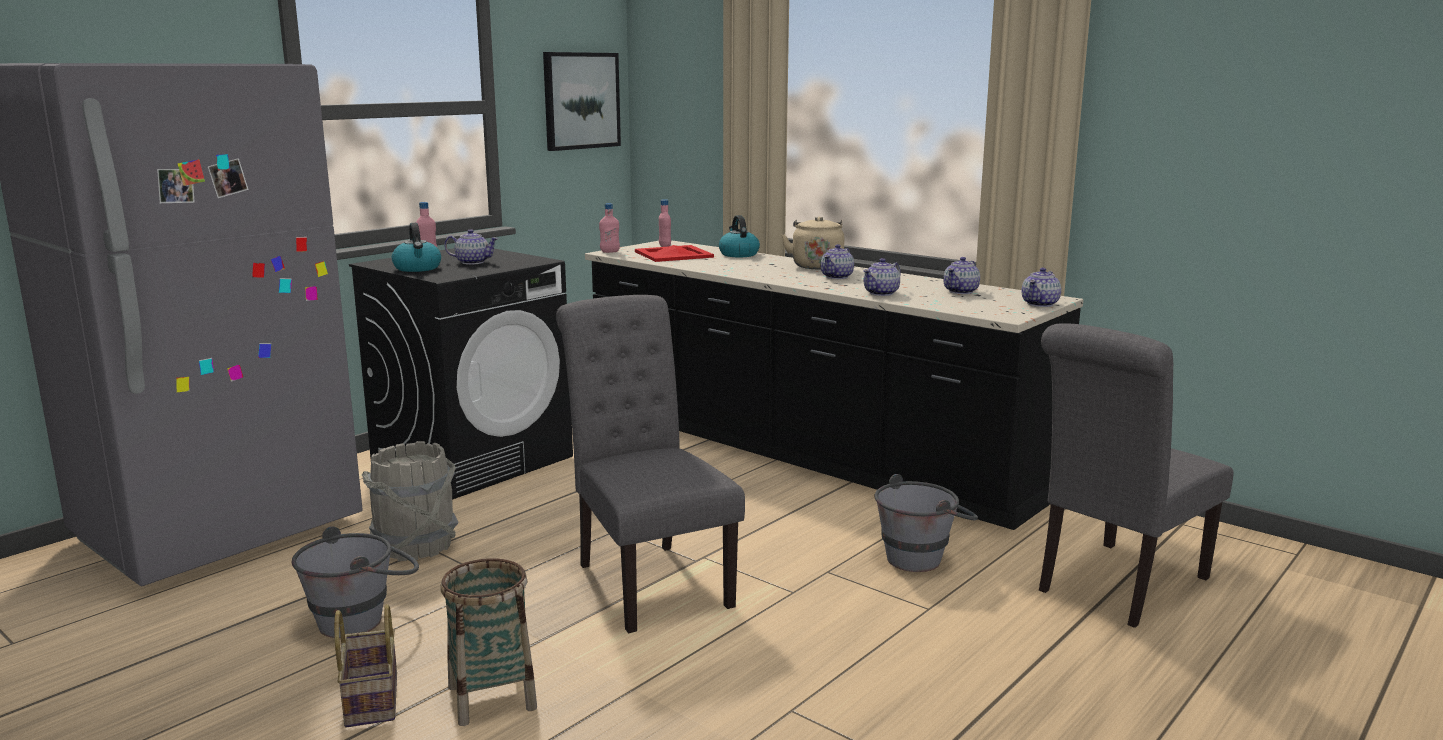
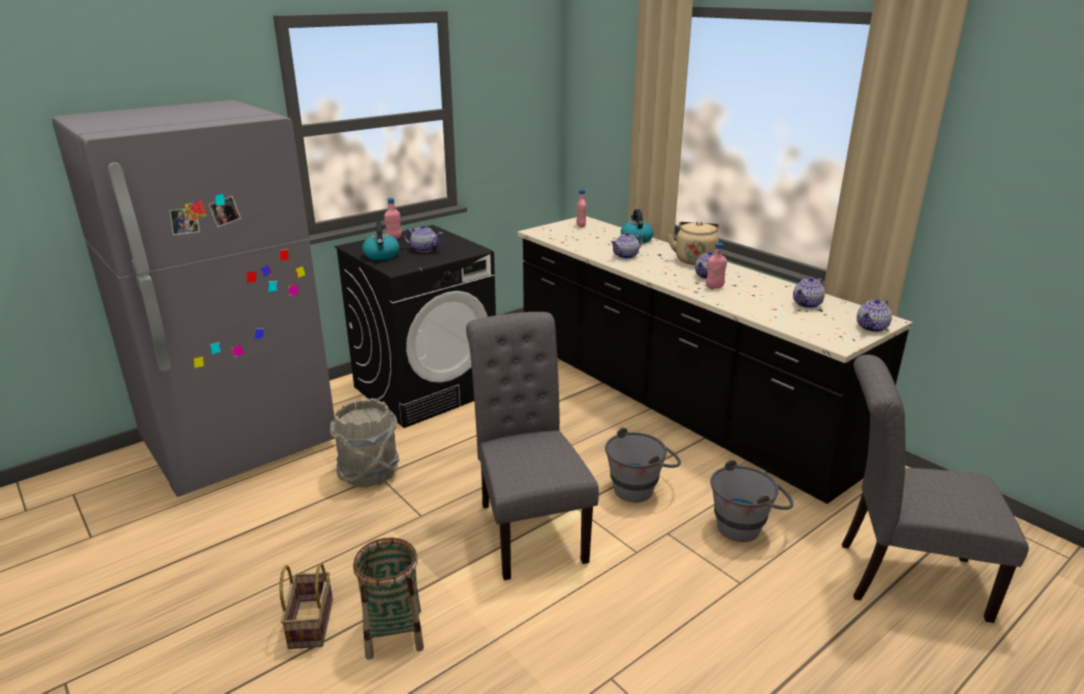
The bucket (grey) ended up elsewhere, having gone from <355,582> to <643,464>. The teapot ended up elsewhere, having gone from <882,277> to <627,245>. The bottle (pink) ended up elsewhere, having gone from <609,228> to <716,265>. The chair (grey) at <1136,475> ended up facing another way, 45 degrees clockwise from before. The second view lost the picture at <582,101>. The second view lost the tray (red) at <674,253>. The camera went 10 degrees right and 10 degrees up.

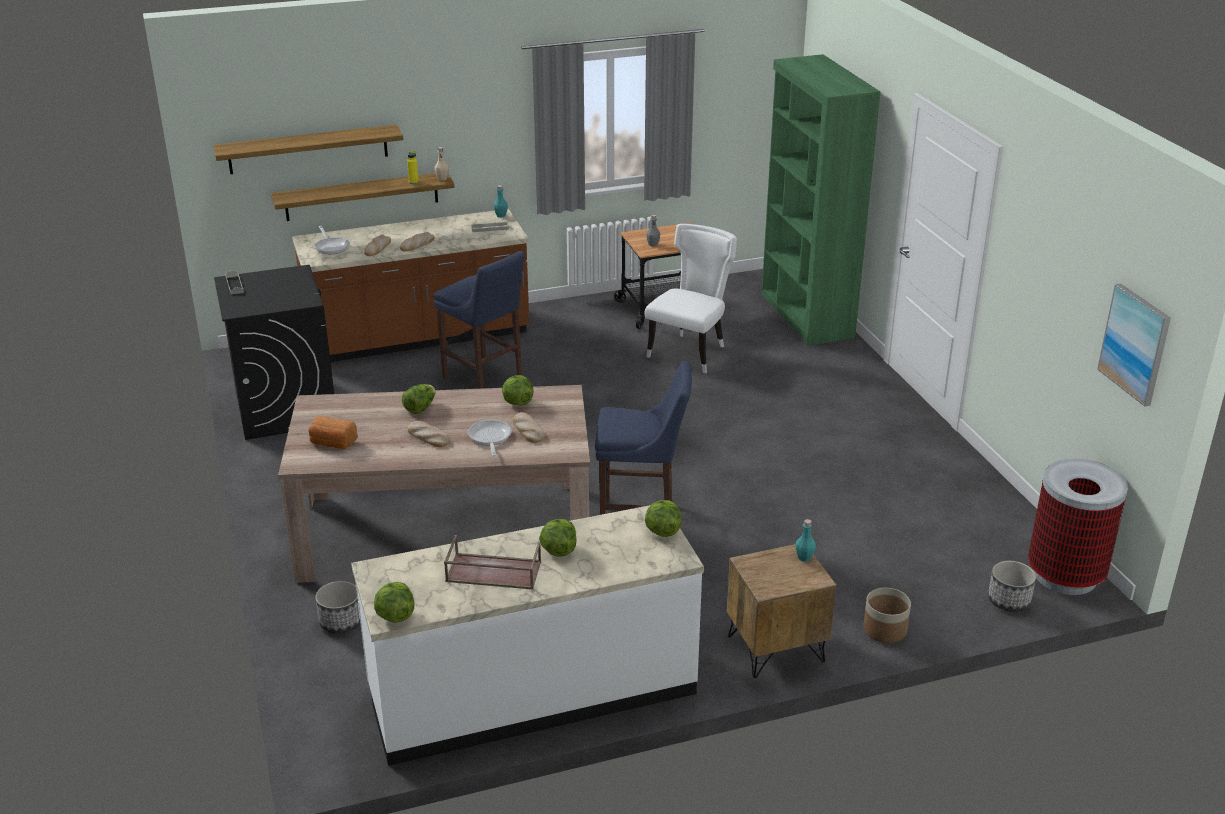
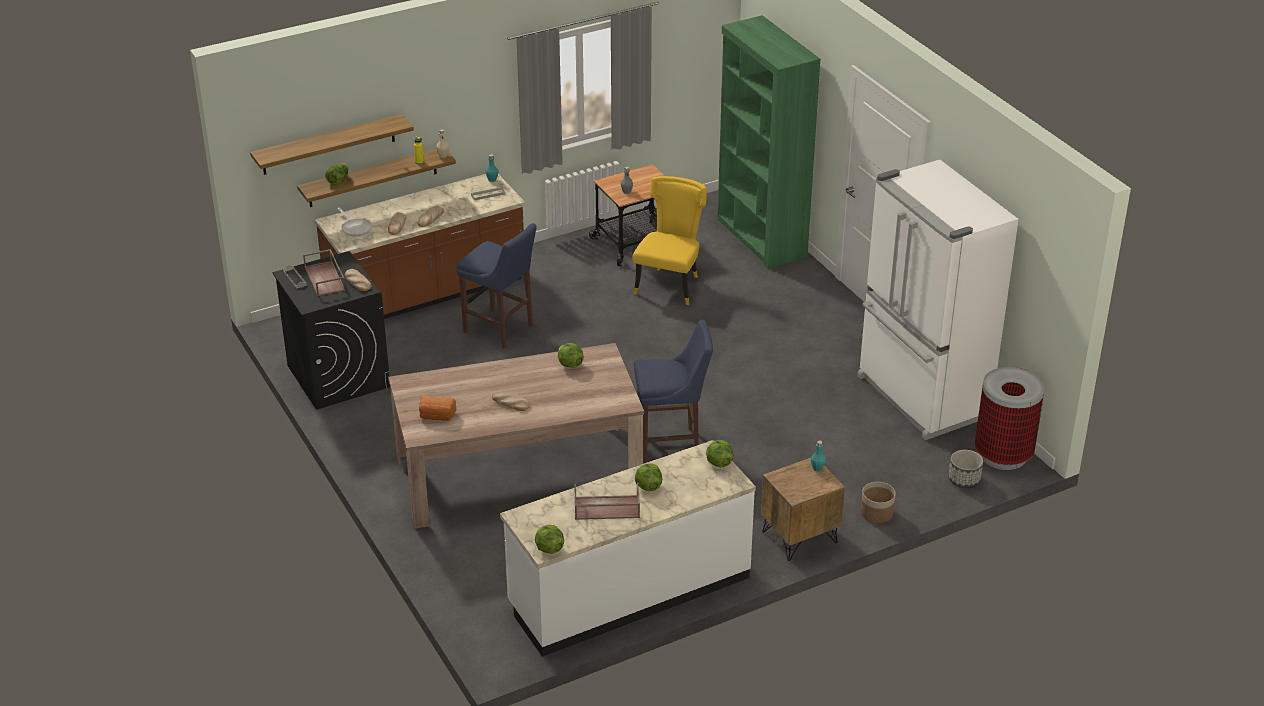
The second view gained the tray (brown) at <324,272>. The lettuce ended up elsewhere, having gone from <419,399> to <336,174>. The bread ended up elsewhere, having gone from <529,427> to <358,280>. What was the chair (white) at <691,298> turned into the chair (yellow) at <669,240>. The second view gained the fridge (white) at <938,300>. The second view lost the planter at <337,607>. The second view lost the frying pan at <490,438>. The second view lost the picture at <1134,345>. The camera went 10 degrees left and 5 degrees up.

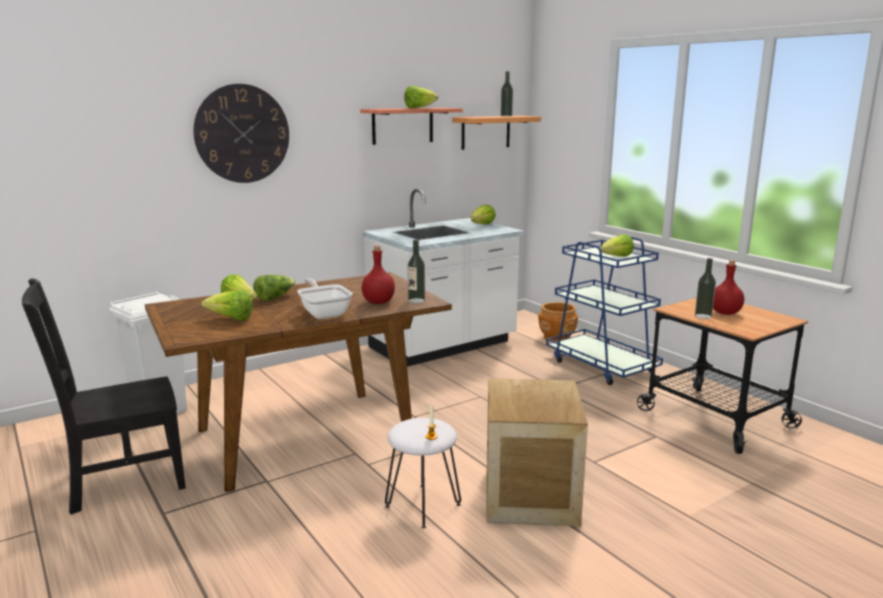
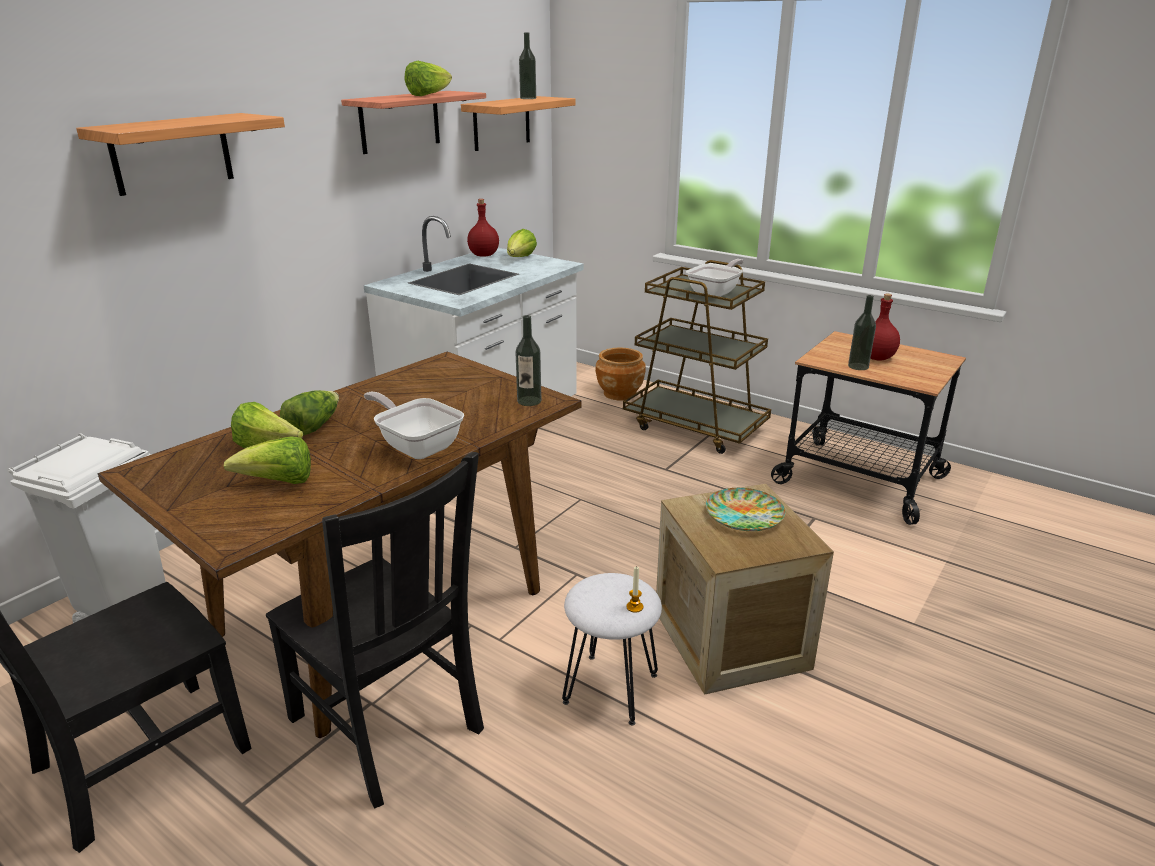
Where the wall clock hung at <241,133>, the shelf came to hang at <180,154>. The second view gained the chair (black) at <375,630>. The bottle (red) ended up elsewhere, having gone from <378,275> to <483,228>. What was the cart (blue) at <604,311> turned into the cart (brown) at <697,357>. Where the lettuce stood at <617,245>, the frying pan came to stand at <715,278>. The second view gained the plate at <745,509>. The camera went 20 degrees left and 10 degrees up.

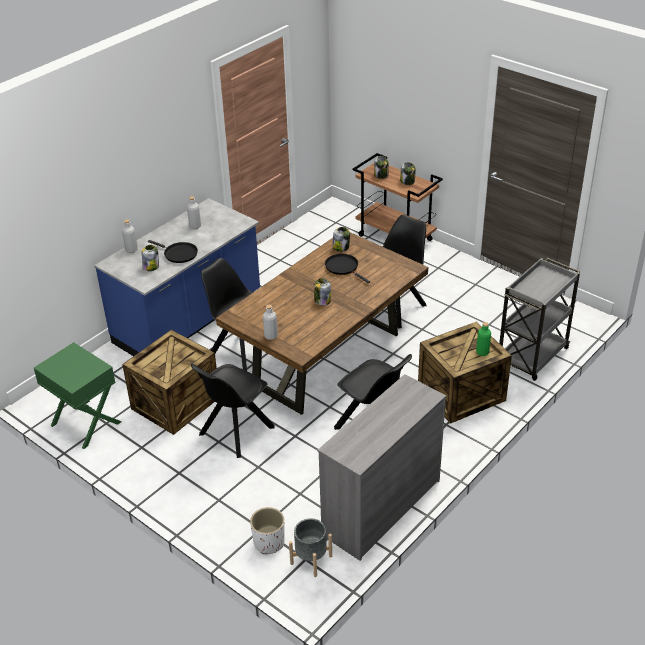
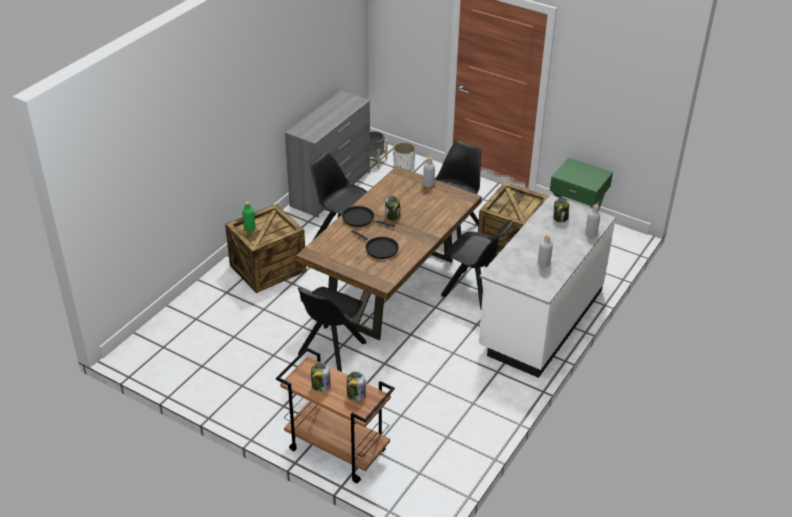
The frying pan (black) ended up elsewhere, having gone from <173,251> to <368,216>. What was the counter (blue) at <177,277> turned into the counter (white) at <547,286>. The second view lost the jar at <341,239>. The second view lost the cart (grey) at <539,319>. The camera went 170 degrees right and 0 degrees up.

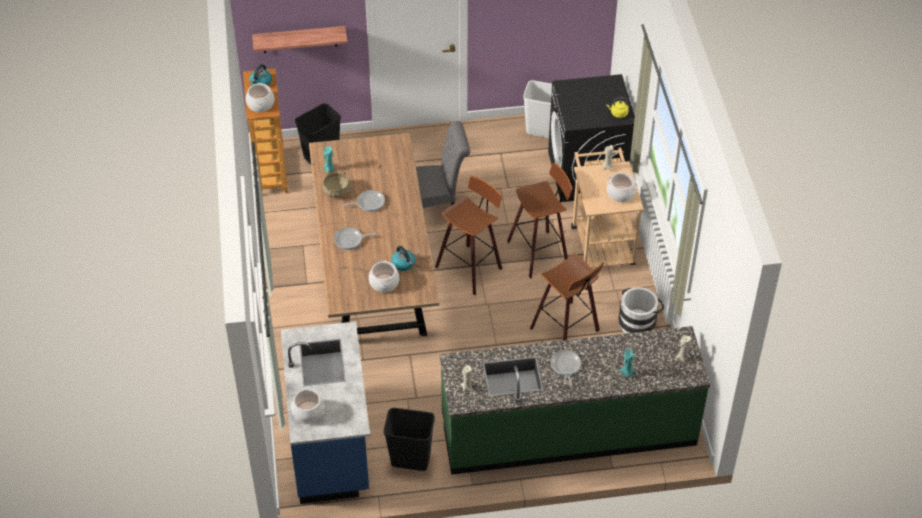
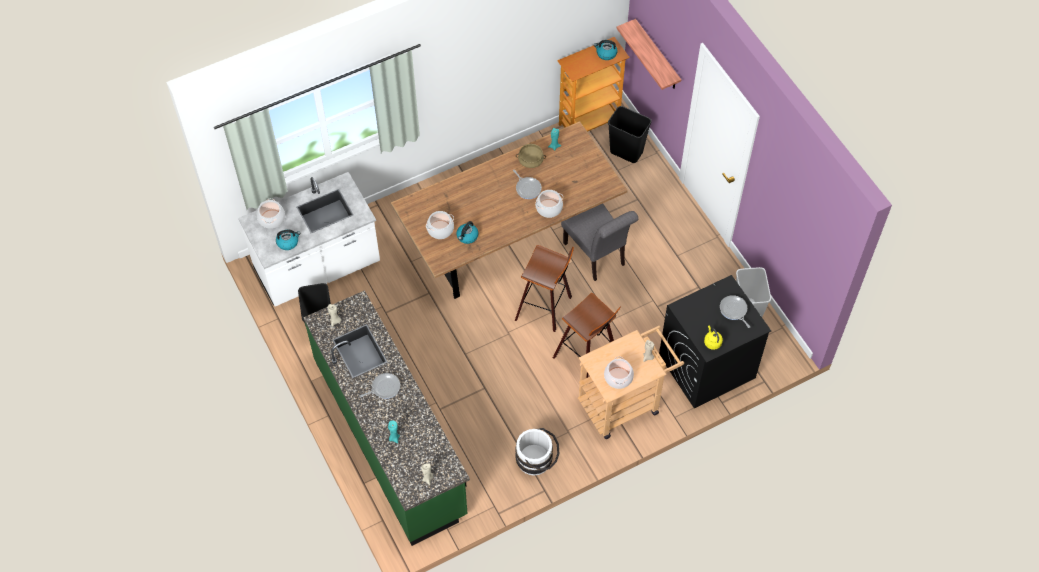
What was the counter (blue) at <325,412> turned into the counter (white) at <309,239>. The second view gained the kettle at <288,240>. The cooking pot ended up elsewhere, having gone from <260,97> to <549,204>. The frying pan ended up elsewhere, having gone from <355,238> to <735,311>. The second view lost the stool at <567,296>. The camera went 70 degrees right and 10 degrees up.

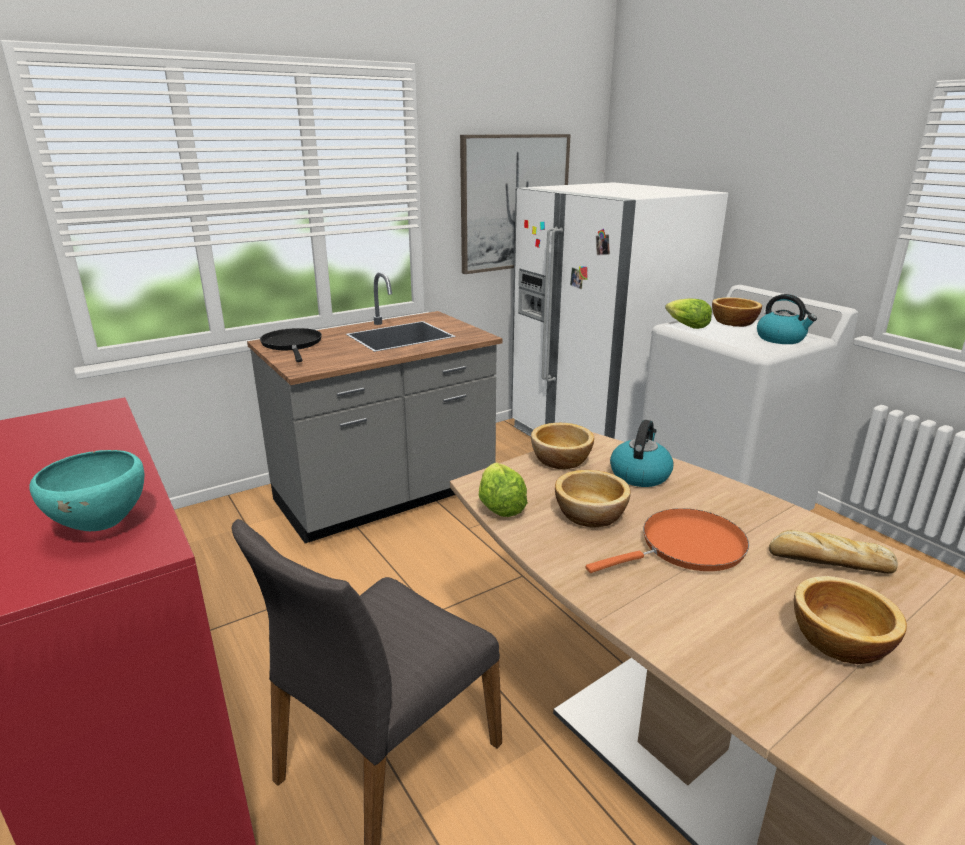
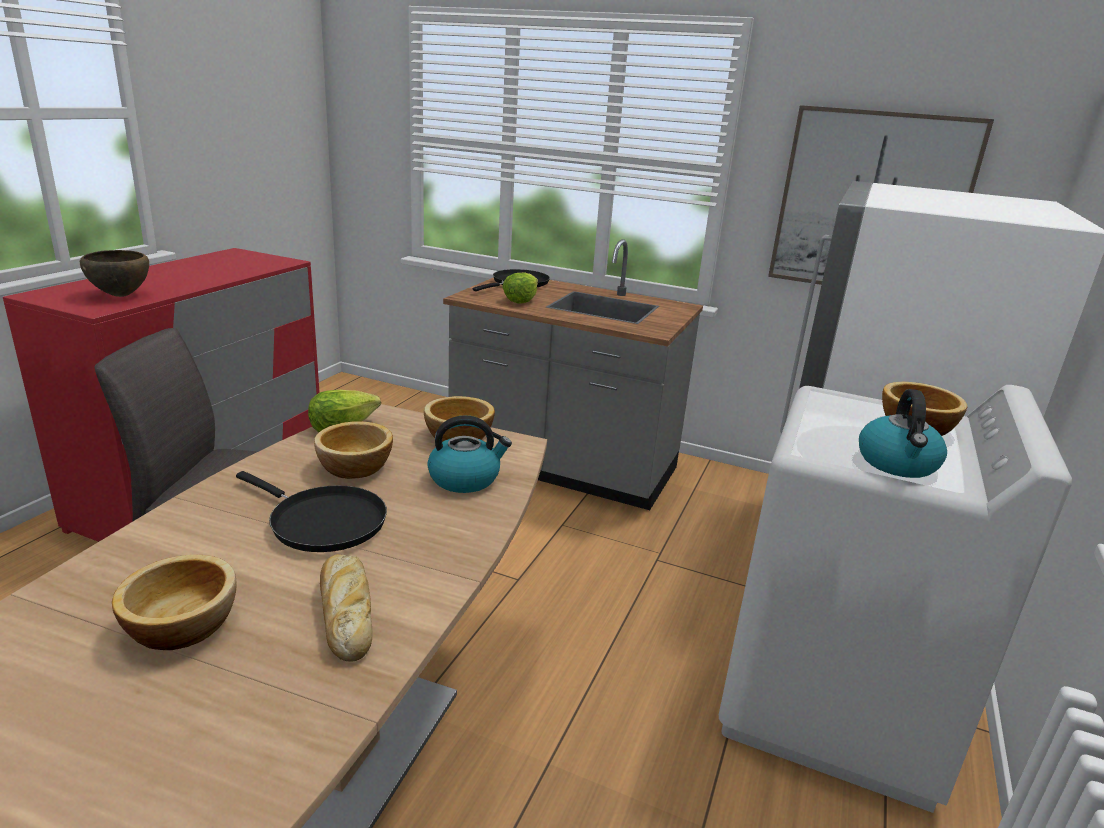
What was the bowl (turquoise) at <86,490> turned into the bowl (brown) at <114,273>. What was the frying pan (orange) at <667,540> turned into the frying pan (black) at <311,511>. The lettuce ended up elsewhere, having gone from <688,313> to <520,288>. The camera went 55 degrees right and 0 degrees up.

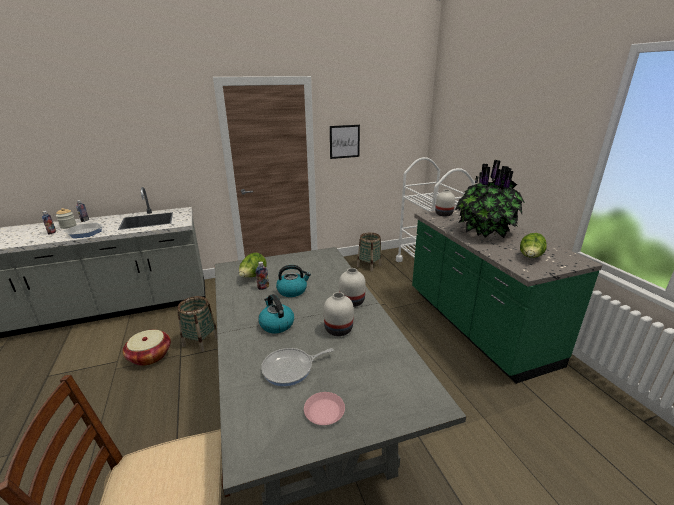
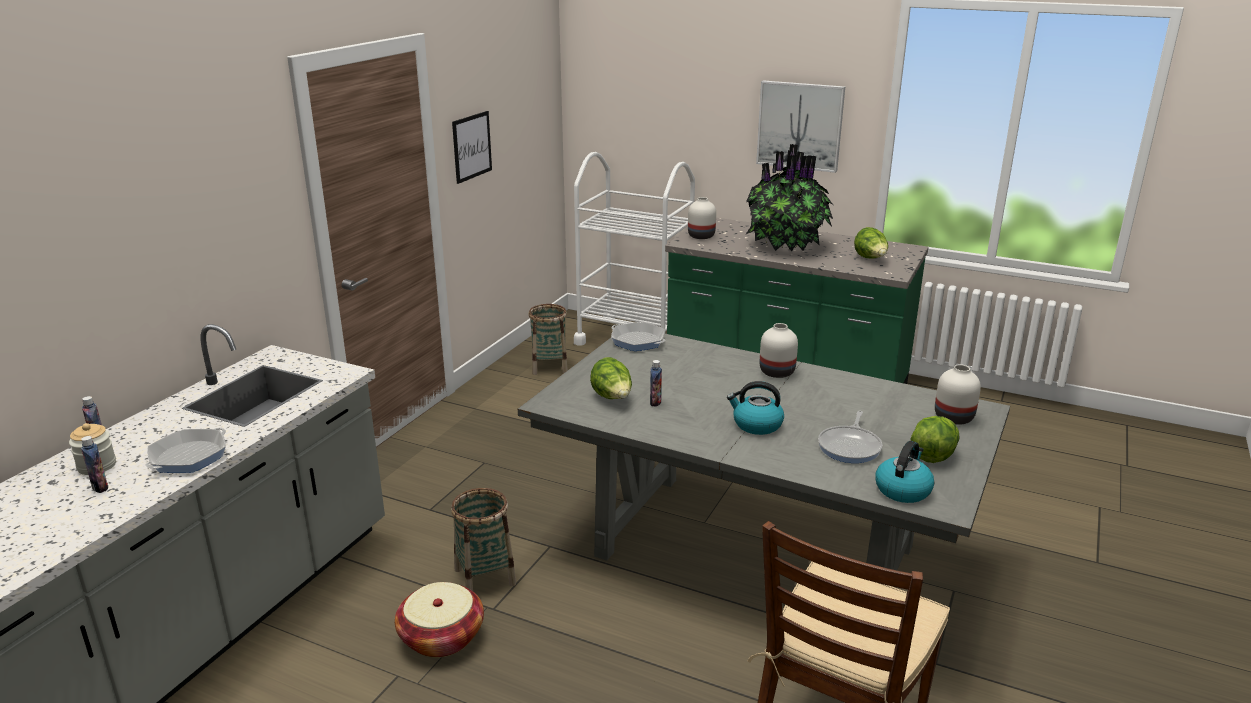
The second view gained the frying pan at <638,336>. The second view gained the picture at <800,126>. The kettle ended up elsewhere, having gone from <293,281> to <904,472>. Where the plate (pink) stood at <324,408>, the lettuce came to stand at <935,439>. The vase (white) ended up elsewhere, having gone from <339,314> to <958,394>. The camera went 45 degrees left and 0 degrees up.

